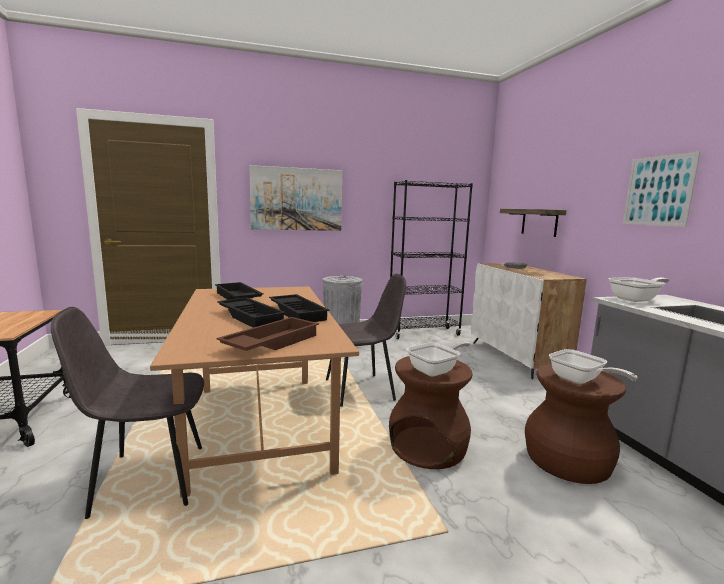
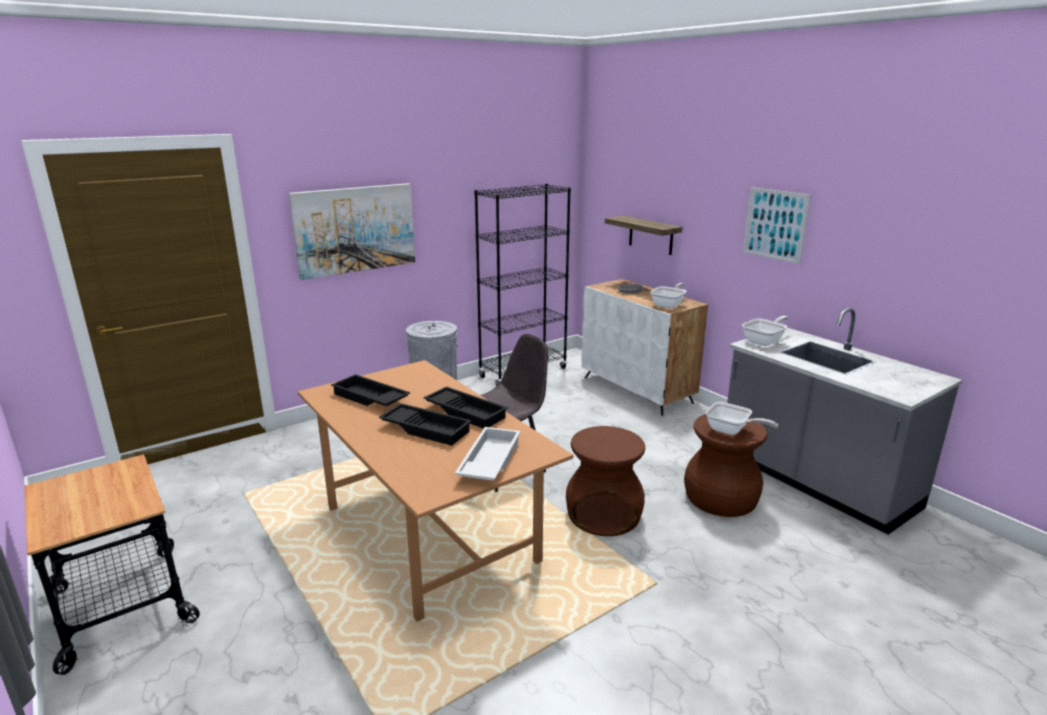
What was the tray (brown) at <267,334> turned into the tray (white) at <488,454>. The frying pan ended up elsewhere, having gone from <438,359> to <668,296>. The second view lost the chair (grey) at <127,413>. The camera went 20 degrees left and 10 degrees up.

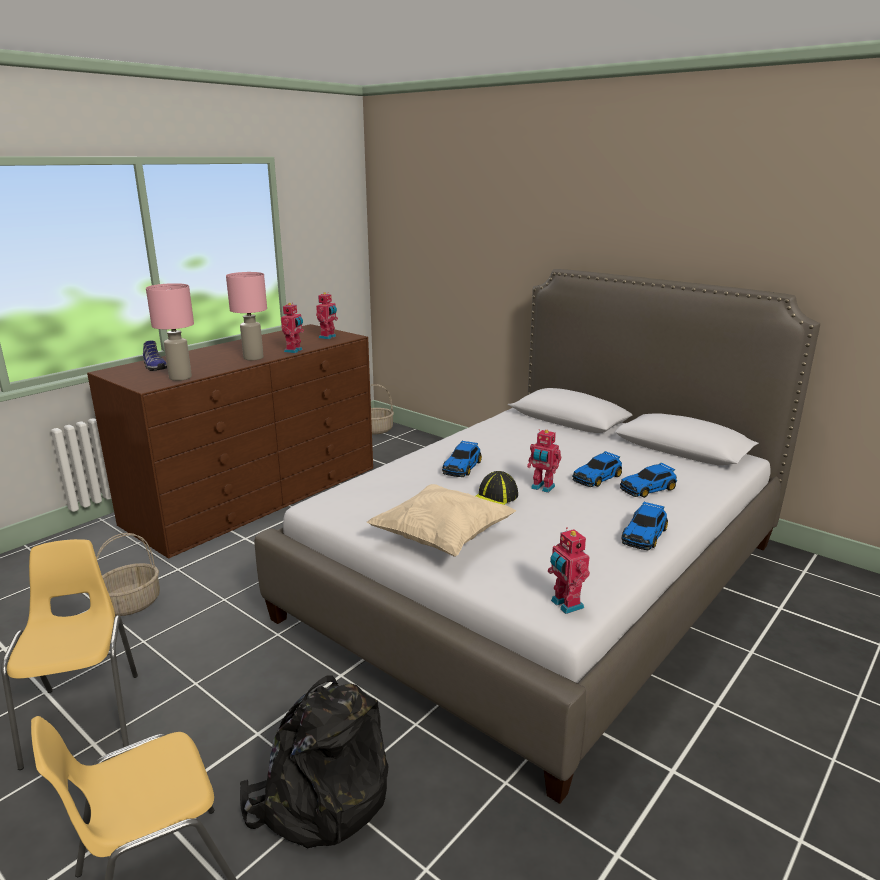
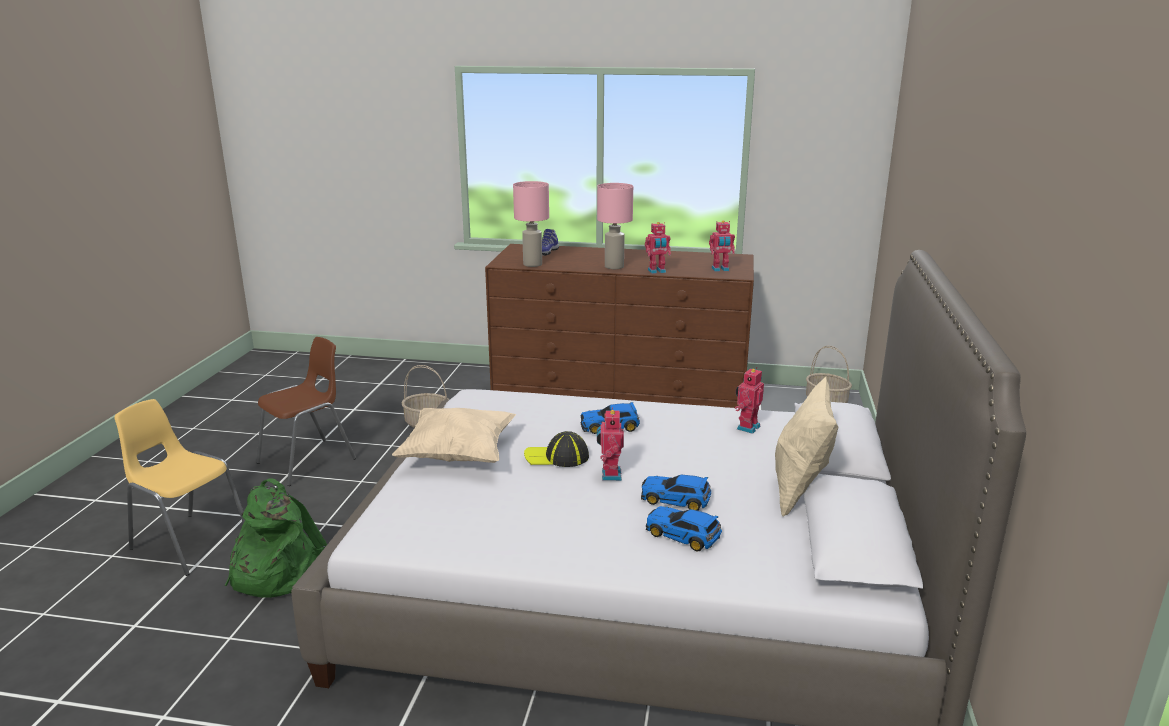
What was the backpack (black) at <314,762> turned into the backpack (green) at <275,538>. What was the chair (yellow) at <69,654> turned into the chair (brown) at <306,411>. The toy robot ended up elsewhere, having gone from <569,570> to <749,400>. The second view gained the pillow (beige) at <806,447>. The second view lost the toy car at <644,526>. The camera went 60 degrees right and 0 degrees up.

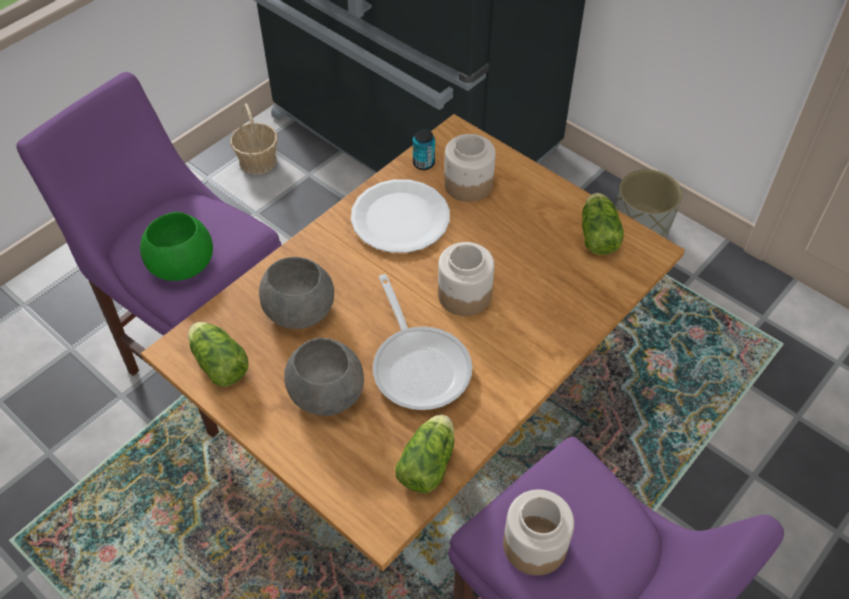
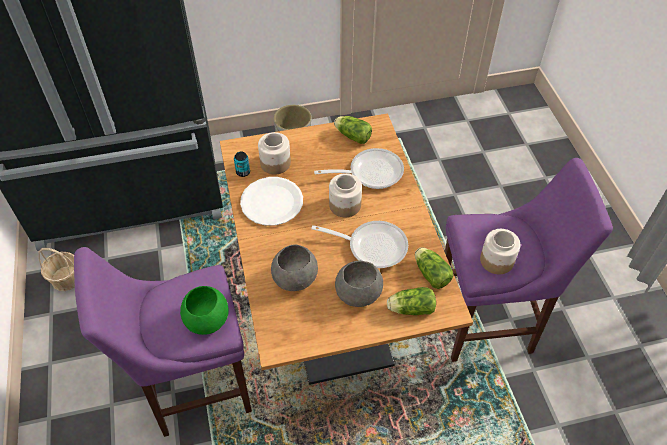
The second view gained the frying pan at <359,168>. The lettuce ended up elsewhere, having gone from <218,354> to <411,301>. The camera went 55 degrees left and 0 degrees up.

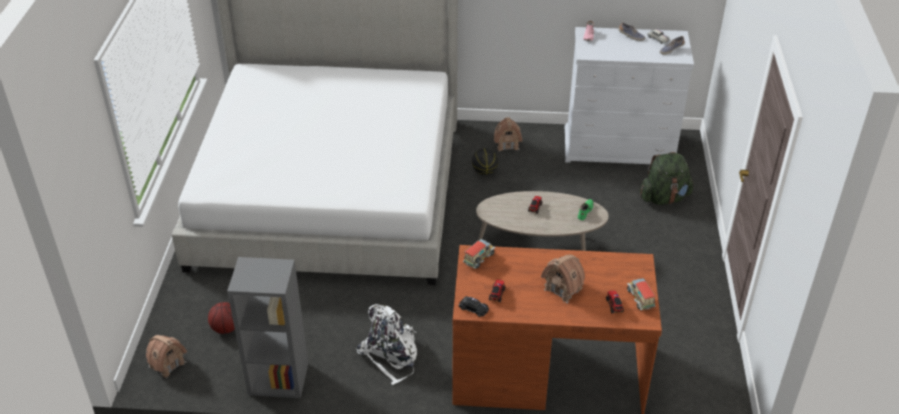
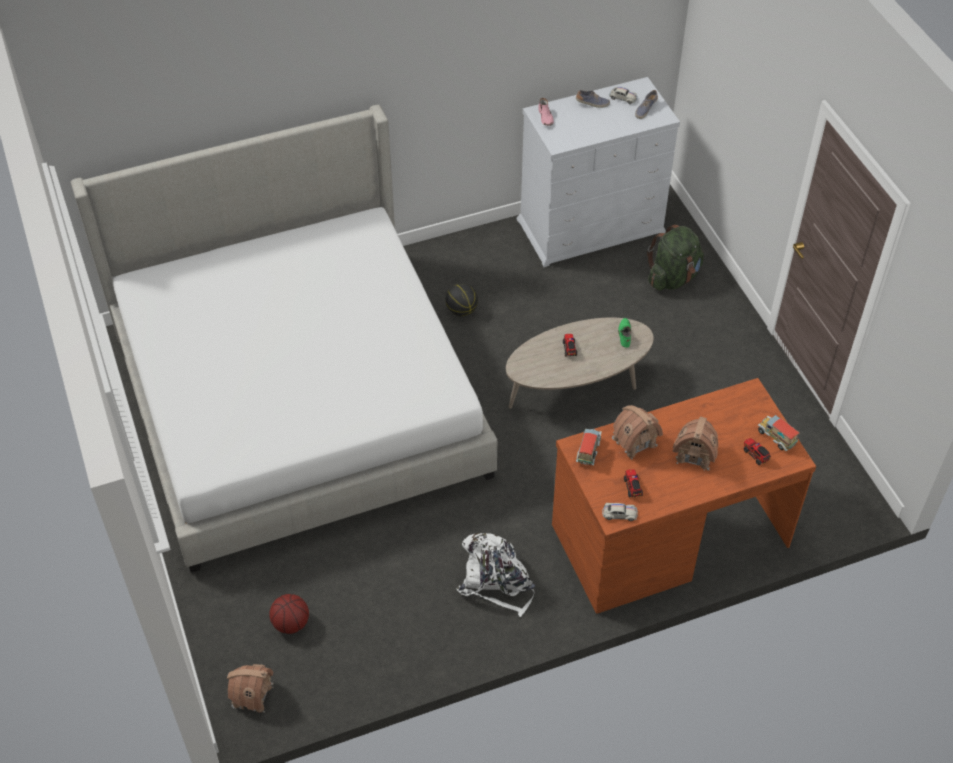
What was the toy car (black) at <474,306> turned into the toy car (white) at <620,512>. The toy house ended up elsewhere, having gone from <508,135> to <637,432>. The second view lost the bookcase (grey) at <267,327>. The camera went 25 degrees left and 10 degrees up.

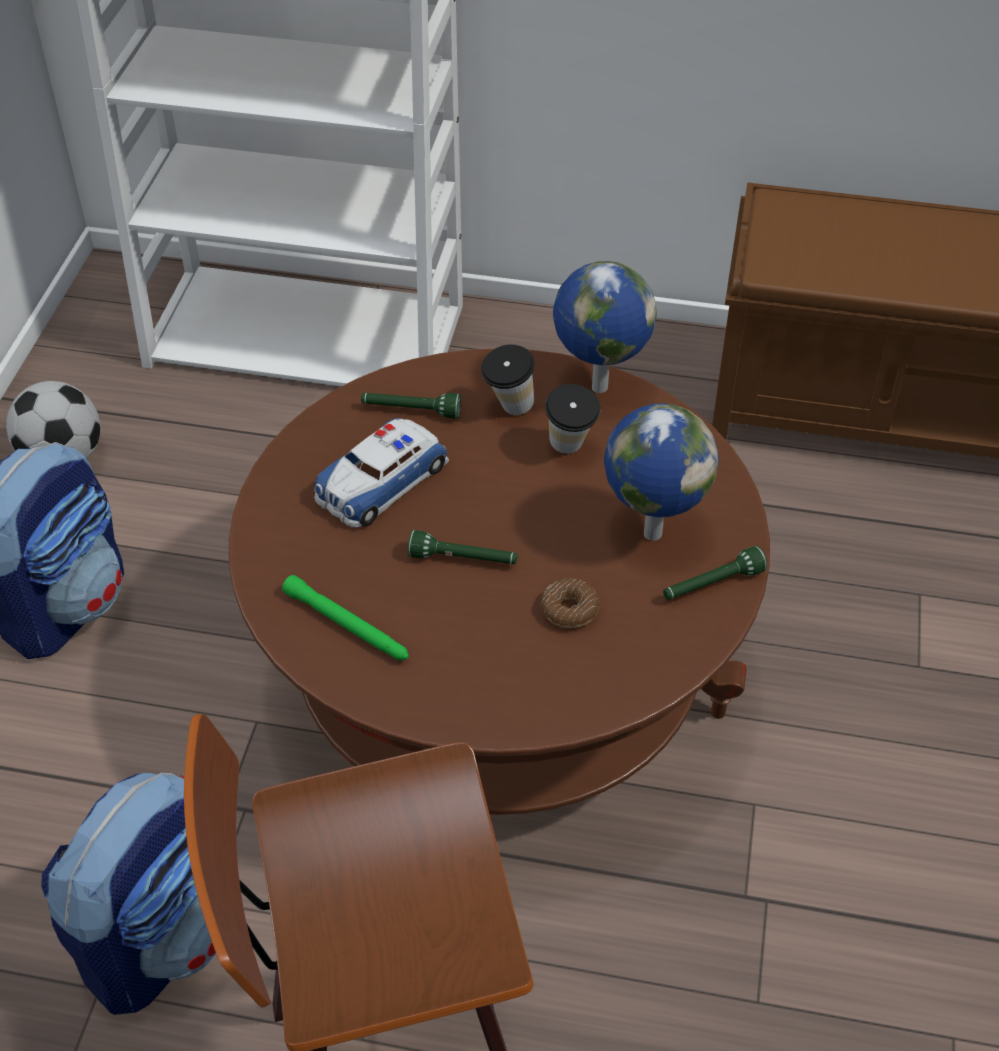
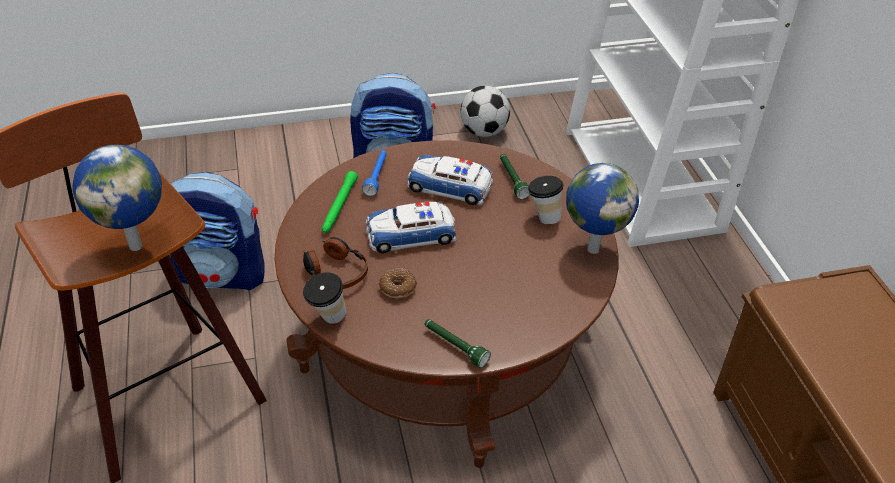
The globe ended up elsewhere, having gone from <661,472> to <117,197>. The second view gained the headphones at <335,263>. The cup ended up elsewhere, having gone from <573,419> to <324,298>. The second view gained the flashlight (blue) at <374,173>. Where the flashlight (green) stood at <462,547>, the toy car came to stand at <411,227>. The camera went 65 degrees right and 5 degrees down.

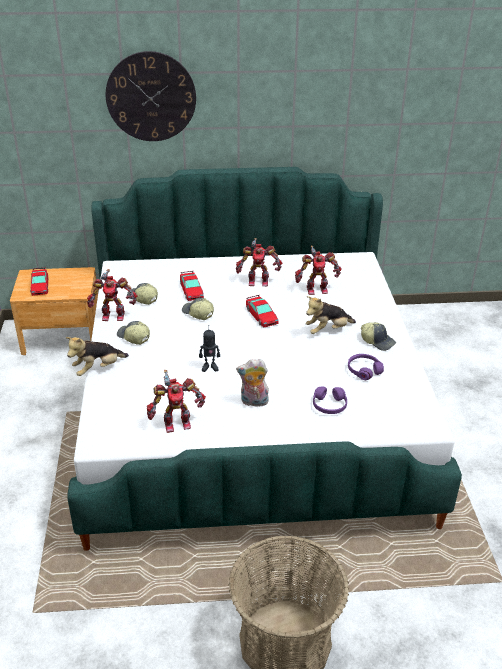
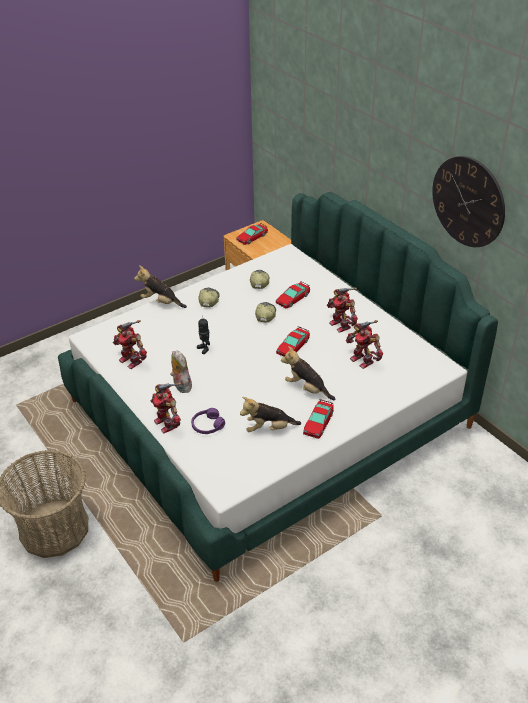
The toy robot ended up elsewhere, having gone from <112,295> to <165,408>. Where the headphones (purple) stood at <366,367>, the plush toy came to stand at <270,414>. Where the cap stood at <378,336>, the toy car came to stand at <318,419>. The wall clock ended up elsewhere, having gone from <151,96> to <468,201>. The camera went 60 degrees right and 5 degrees up.

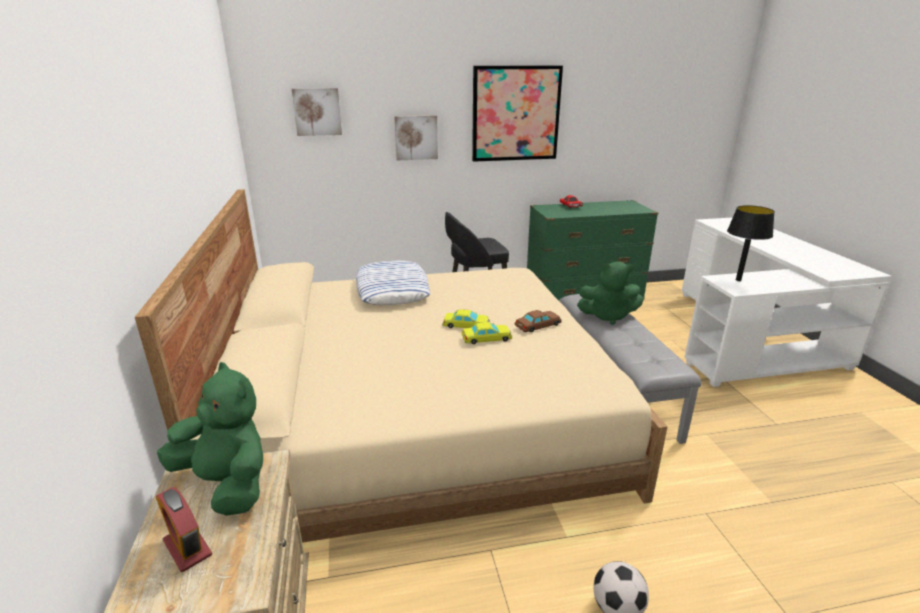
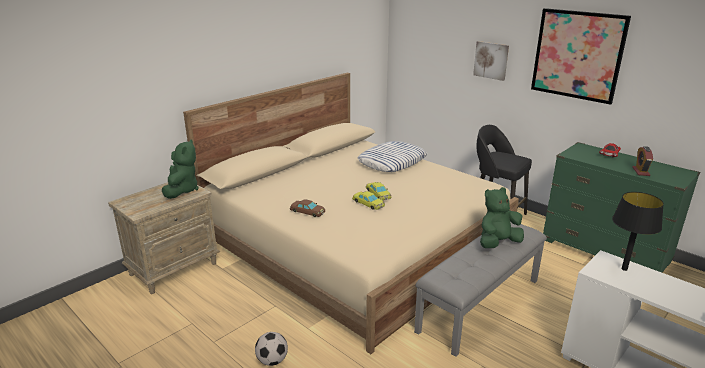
The toy car (brown) ended up elsewhere, having gone from <538,321> to <307,208>. The plush toy (green) at <610,293> ended up facing another way, 90 degrees clockwise from before. The alarm clock ended up elsewhere, having gone from <184,529> to <642,161>. The second view lost the picture at <317,112>. The camera went 55 degrees right and 0 degrees up.

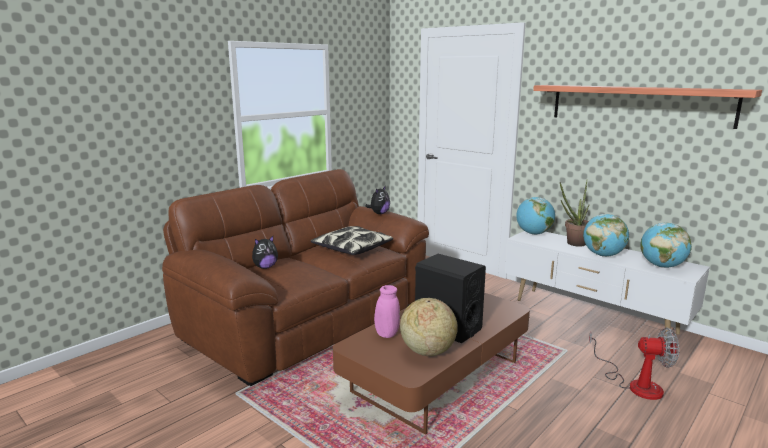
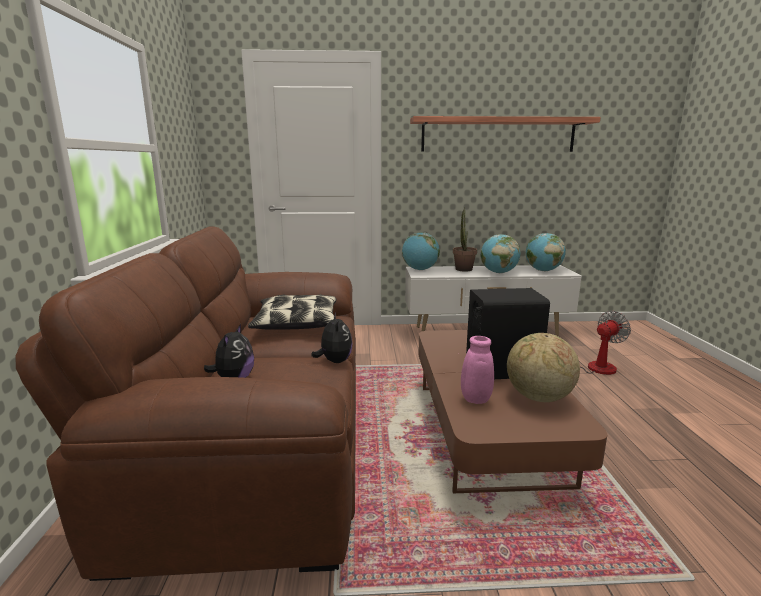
The plush toy ended up elsewhere, having gone from <378,200> to <331,338>. The camera went 45 degrees left and 0 degrees up.

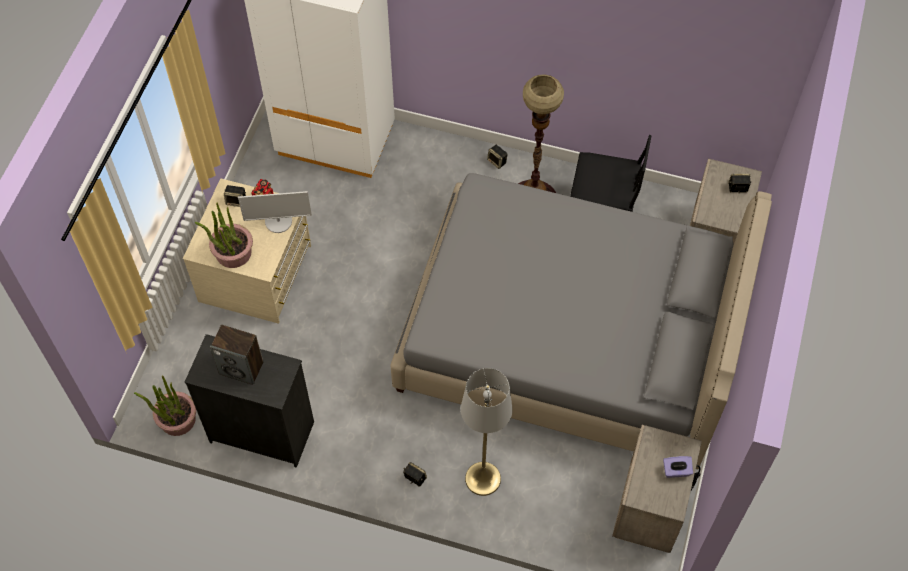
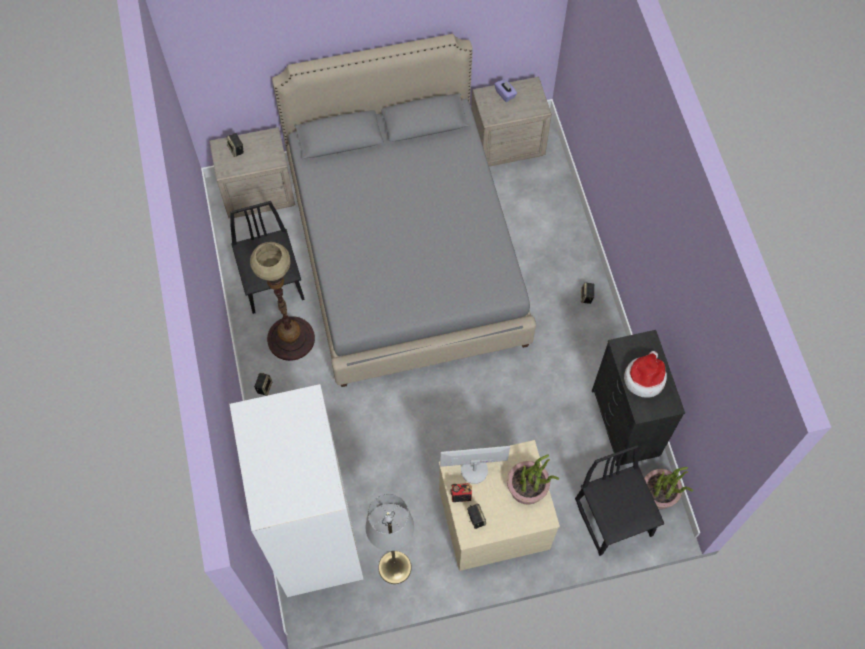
The floor lamp (grey) ended up elsewhere, having gone from <487,432> to <390,539>. The monitor at <275,212> ended up facing another way, 60 degrees counterclockwise from before. The second view gained the chair (black) at <619,500>. Where the speaker stood at <236,355>, the hat came to stand at <645,374>. The camera went 120 degrees left and 5 degrees up.

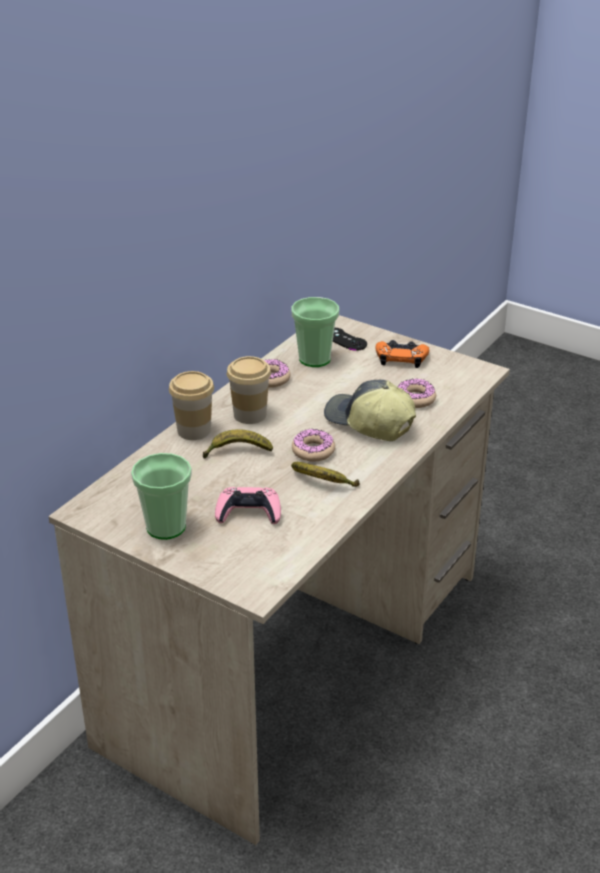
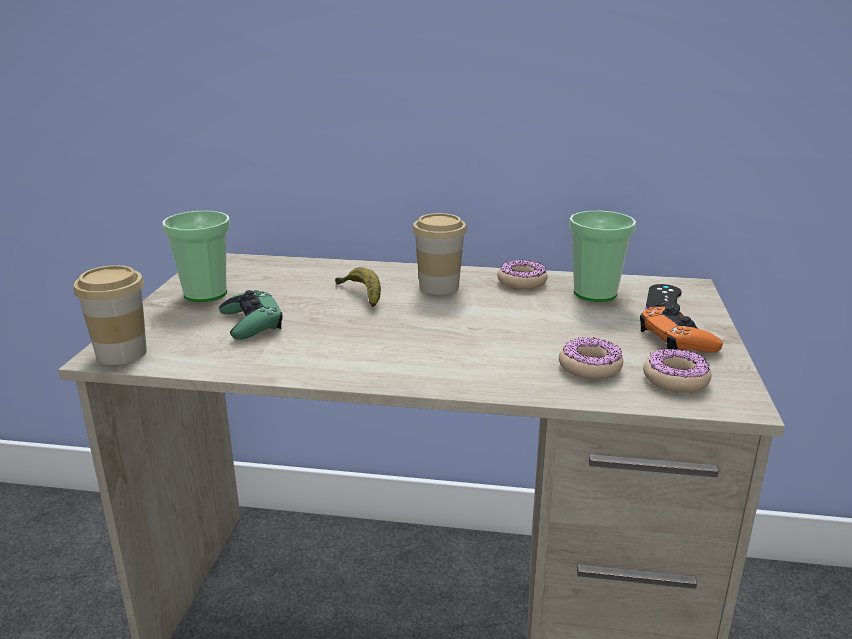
The cup ended up elsewhere, having gone from <191,405> to <110,315>. What was the game controller (pink) at <248,505> turned into the game controller (green) at <250,315>. The donut ended up elsewhere, having gone from <313,445> to <677,370>. The second view lost the banana at <325,474>. The second view lost the cap at <370,410>. The camera went 65 degrees right and 10 degrees down.

